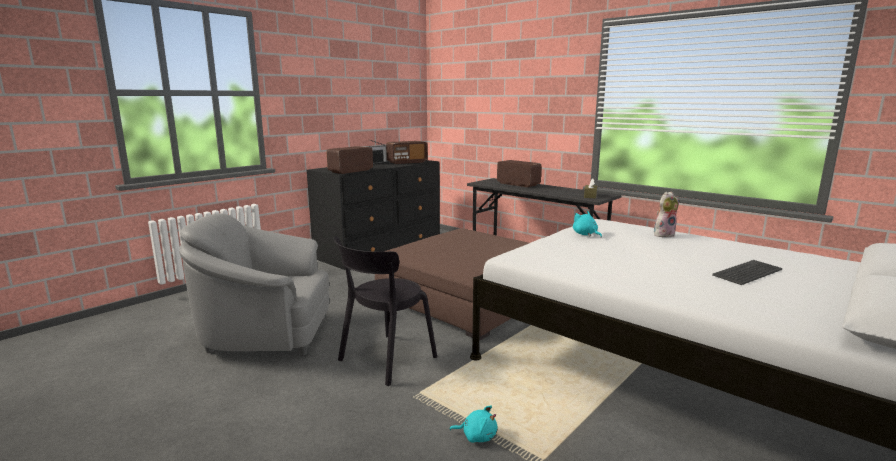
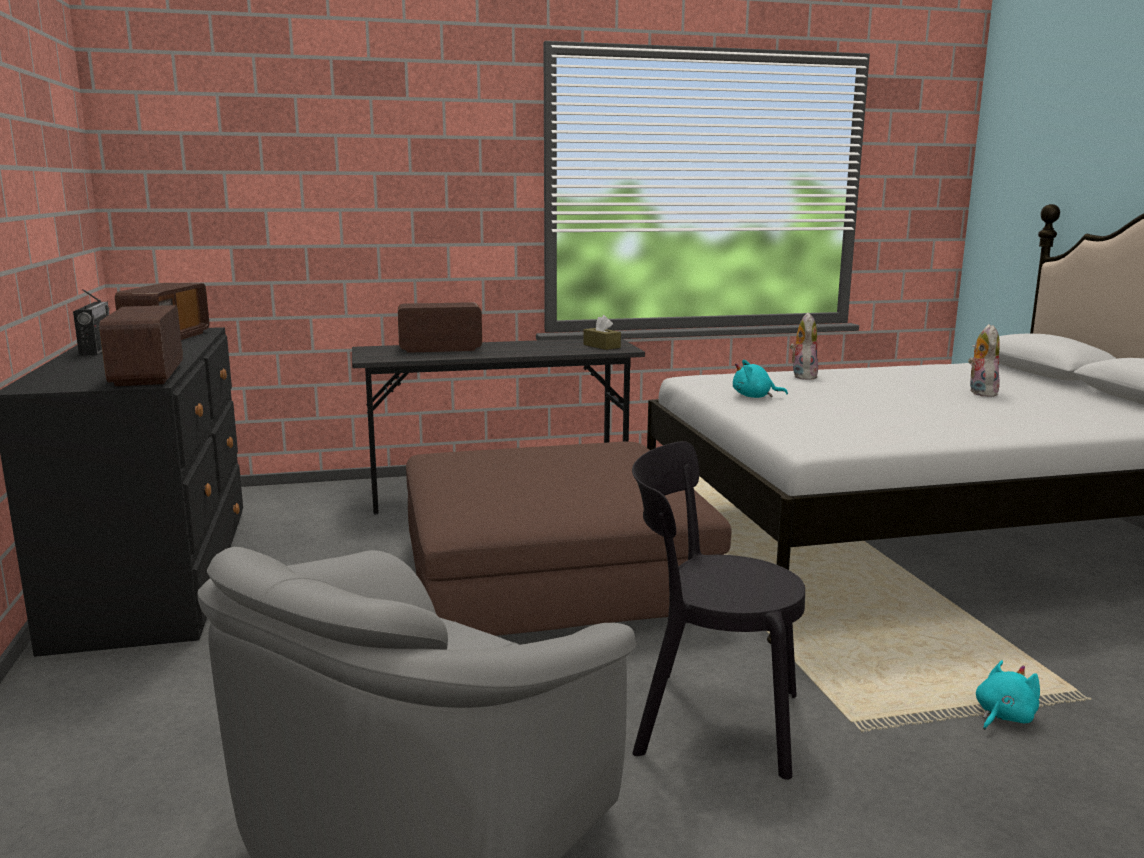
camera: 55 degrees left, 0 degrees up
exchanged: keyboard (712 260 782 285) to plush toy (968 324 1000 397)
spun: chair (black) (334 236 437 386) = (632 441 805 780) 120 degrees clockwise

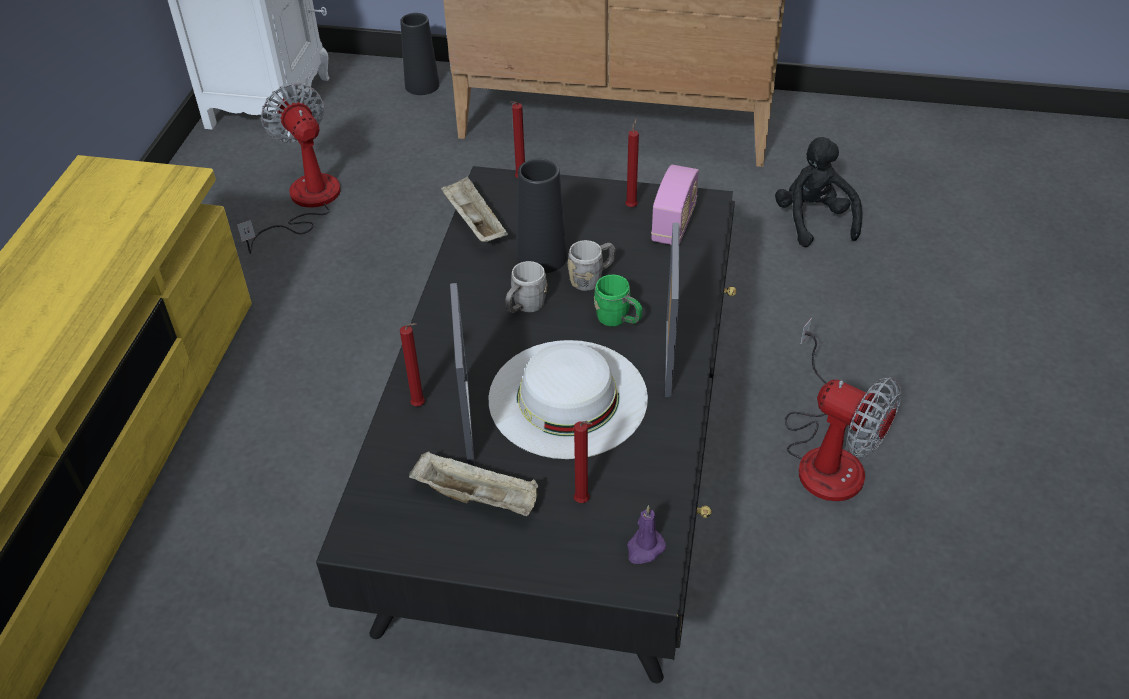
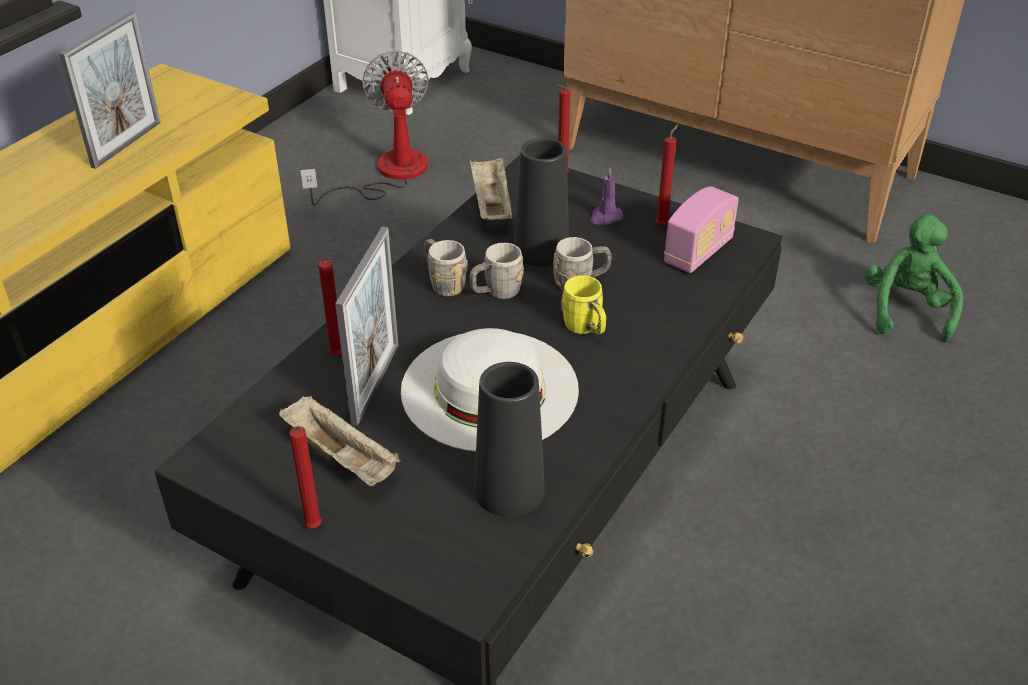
camera: 20 degrees right, 5 degrees down
missing: fan (785 318 901 501)
appeared: mug (grey) (424 239 468 296)
relocated: picture frame (665 223 679 397) to (59 12 161 169); candle (red) (574 421 592 503) to (289 426 322 528); vase (black) (400 13 440 95) to (474 362 545 517); candle (purple) (627 505 666 564) to (589 168 623 225)
colour: mug (green) (594 275 642 327) to mug (yellow) (561 275 606 334); plush toy (black) (775 137 862 247) to plush toy (green) (865 215 963 342)

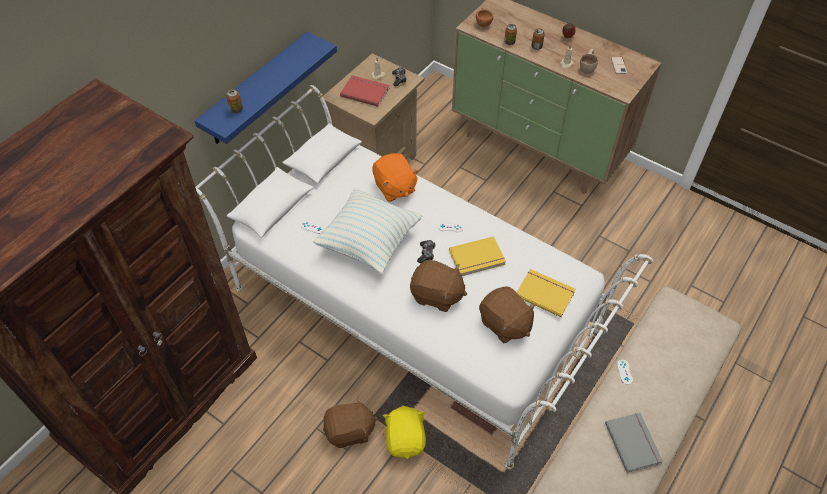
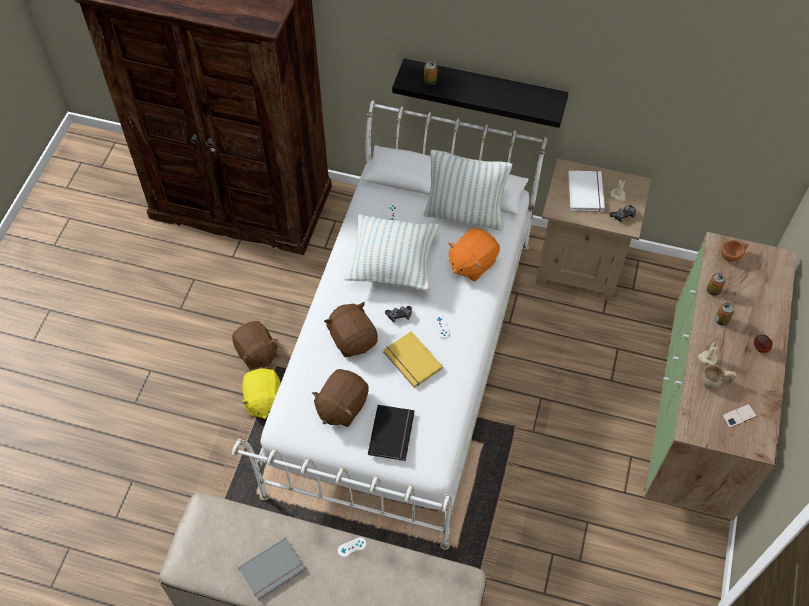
camera: 70 degrees right, 5 degrees up
appeared: pillow (424 150 512 231)
colour: book (yellow) (517 269 575 317) to book (black) (368 405 414 461); shelf (blue) (195 32 337 144) to shelf (black) (392 59 569 128); book (red) (340 75 389 107) to book (white) (568 171 605 212)
spun: plush toy (yellow) (383 405 426 459) = (241 368 280 419) 105 degrees clockwise; plush toy (brown) (410 260 467 312) = (324 302 378 358) 150 degrees clockwise

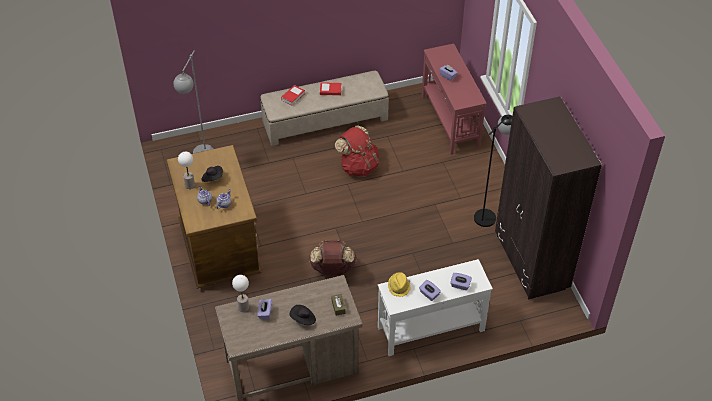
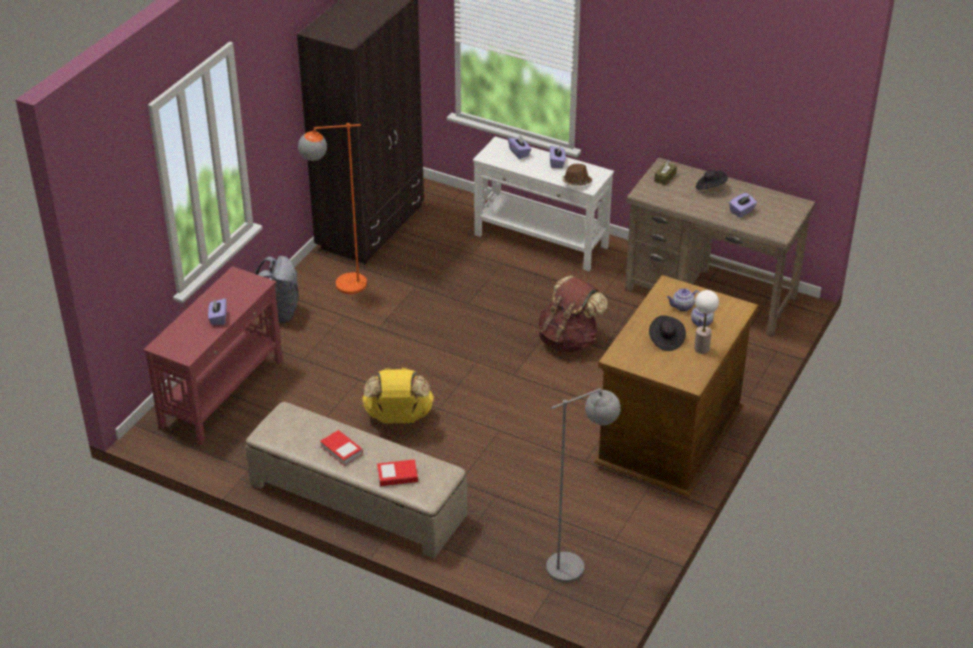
camera: 135 degrees left, 10 degrees down
missing: table lamp (232 275 249 312)
appeared: backpack (grey) (255 256 299 323)
colour: floor lamp (black) (474 114 513 227) to floor lamp (orange) (298 123 367 294); backpack (red) (335 125 379 176) to backpack (yellow) (362 367 434 424); hat (yellow) (388 272 410 297) to hat (brown) (562 164 592 186)

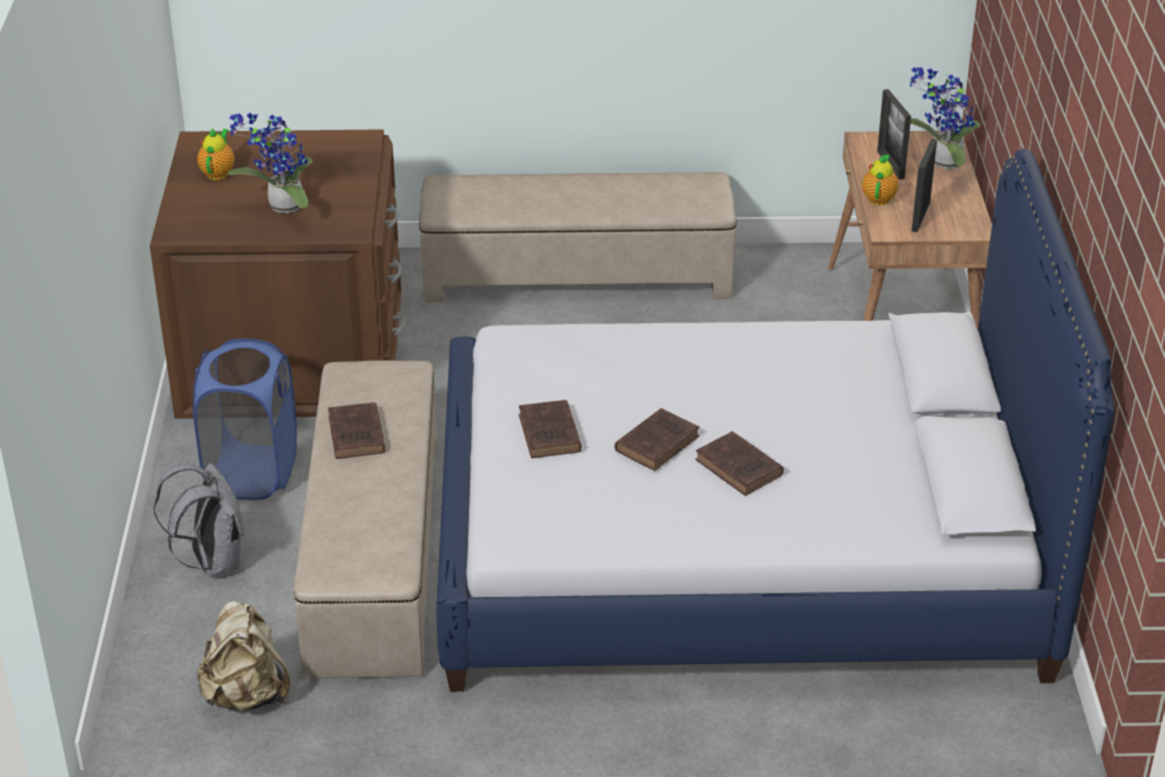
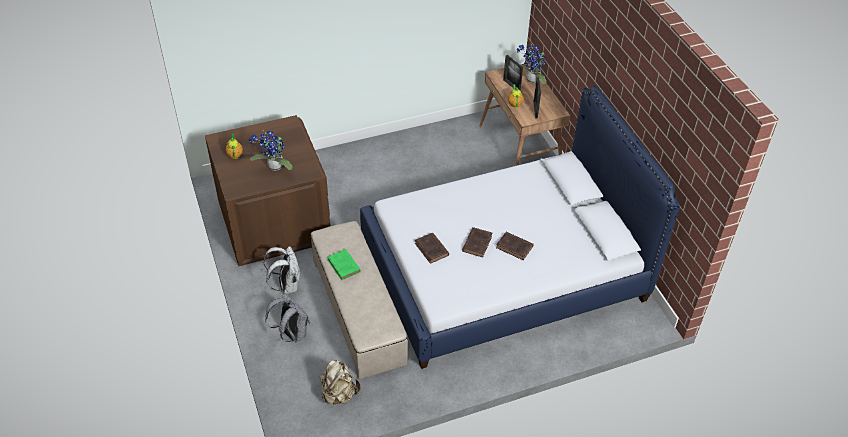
camera: 20 degrees left, 10 degrees up
missing: bench (beige) (419 172 737 302)
exchanged: laundry basket (blue) (193 338 297 500) to backpack (white) (264 246 300 294)
colour: book (brown) (328 402 385 459) to book (green) (328 249 361 280)

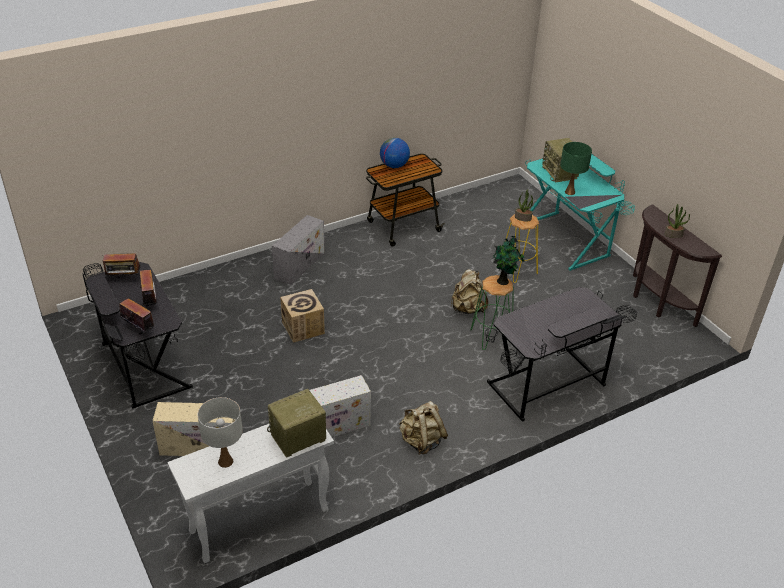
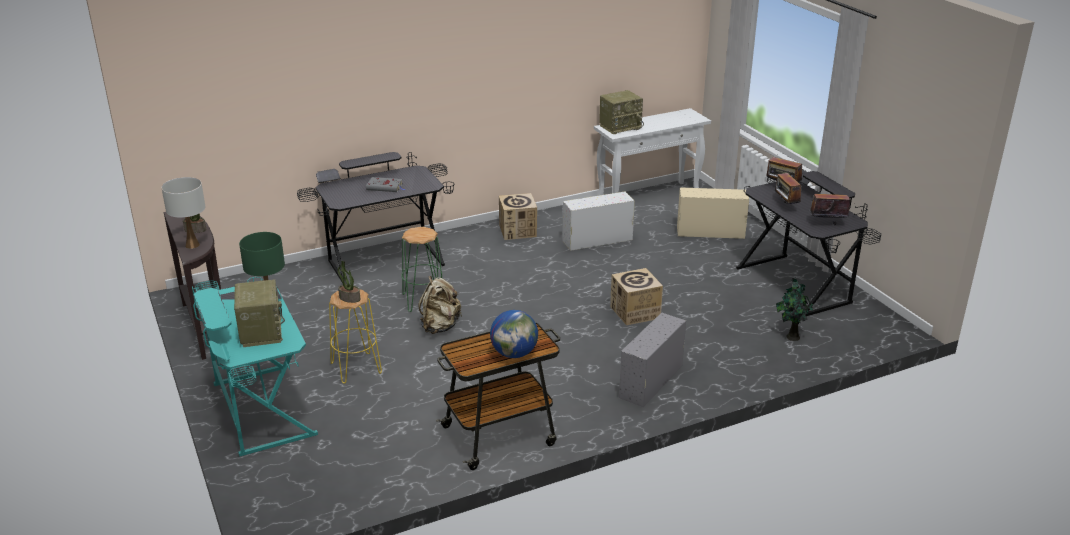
camera: 175 degrees left, 10 degrees down
appeared: book (grey) (366 177 405 192)
relocated: table lamp (white) (198 397 243 468) to (162 177 206 249); potted plant (493 236 524 285) to (776 277 814 341)
exchanged: backpack (beige) (399 401 448 455) to cardboard box (499 193 537 240)

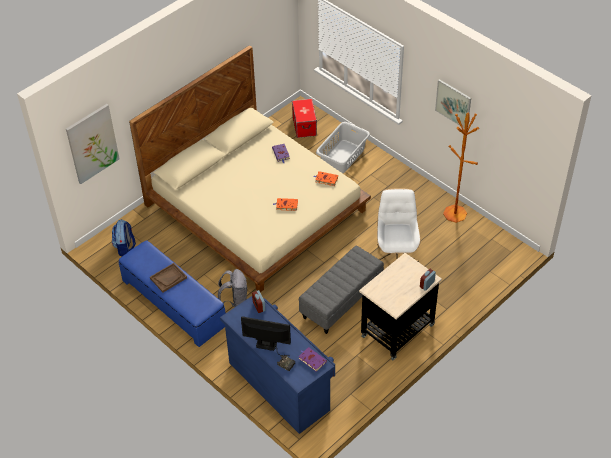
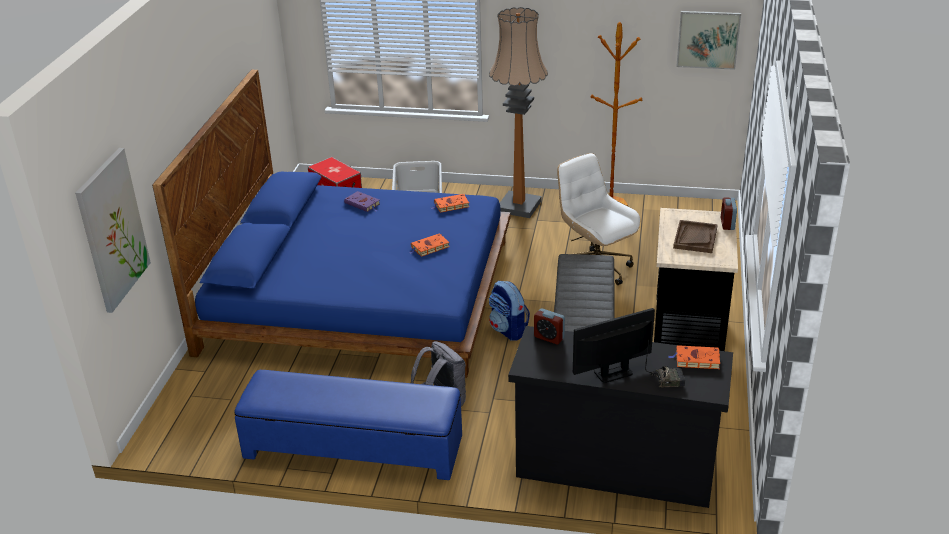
camera: 35 degrees left, 15 degrees down
appeared: floor lamp (489 7 548 218)
relocated: backpack (112 220 136 257) to (489 281 530 341); tray (brown) (150 263 187 292) to (673 220 718 253); picture (435 79 471 128) to (676 11 741 70)
colour: bed (beige) (129 45 371 292) to bed (blue) (152 70 510 378); dresser (blue) (220 296 335 434) to dresser (black) (508 326 733 508); book (purple) (298 347 327 372) to book (orange) (668 345 720 369)

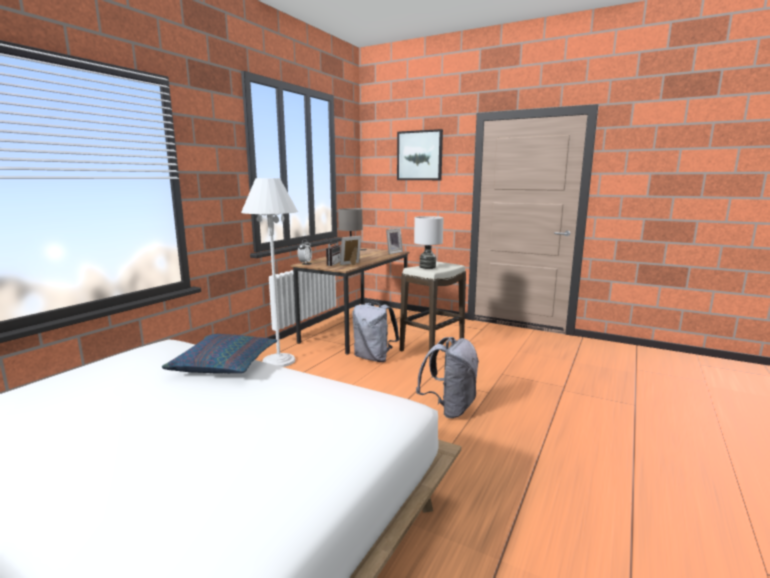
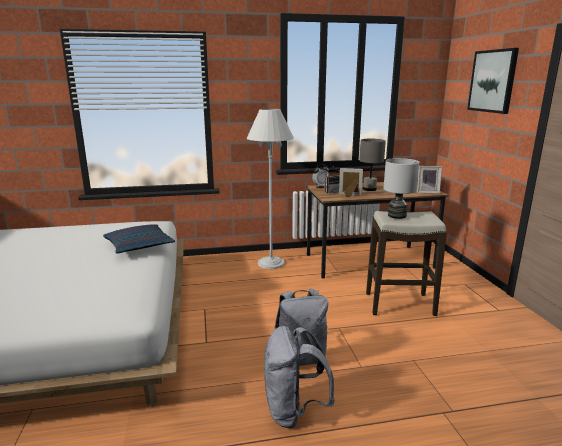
camera: 50 degrees right, 5 degrees up
relocated: backpack (grey) (352 302 400 362) to (264 326 335 428)

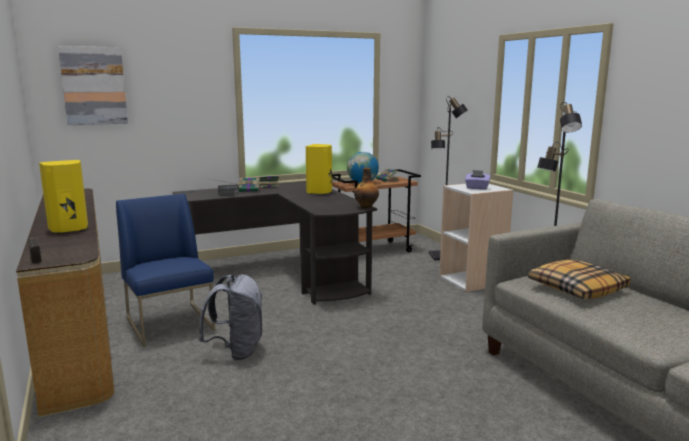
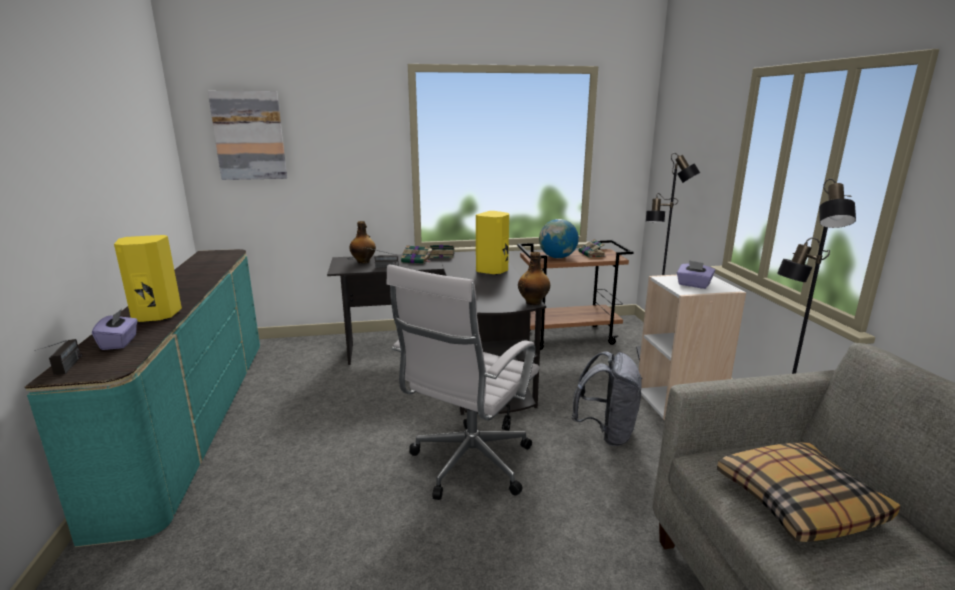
camera: 15 degrees right, 5 degrees up
missing: chair (blue) (116 194 215 347)
appeared: tissue box (purple) (92 309 138 350); bottle (349 221 376 264); office chair (white) (386 264 539 500)
relocated: backpack (grey) (198 274 262 360) to (572 351 643 446)
colour: cabinet (brown) (16 188 114 417) to cabinet (turquoise) (25 249 260 547)

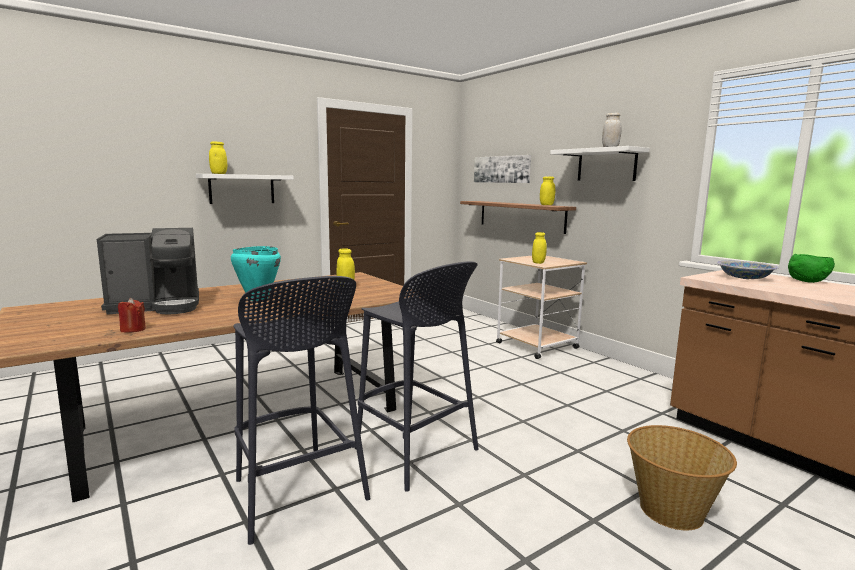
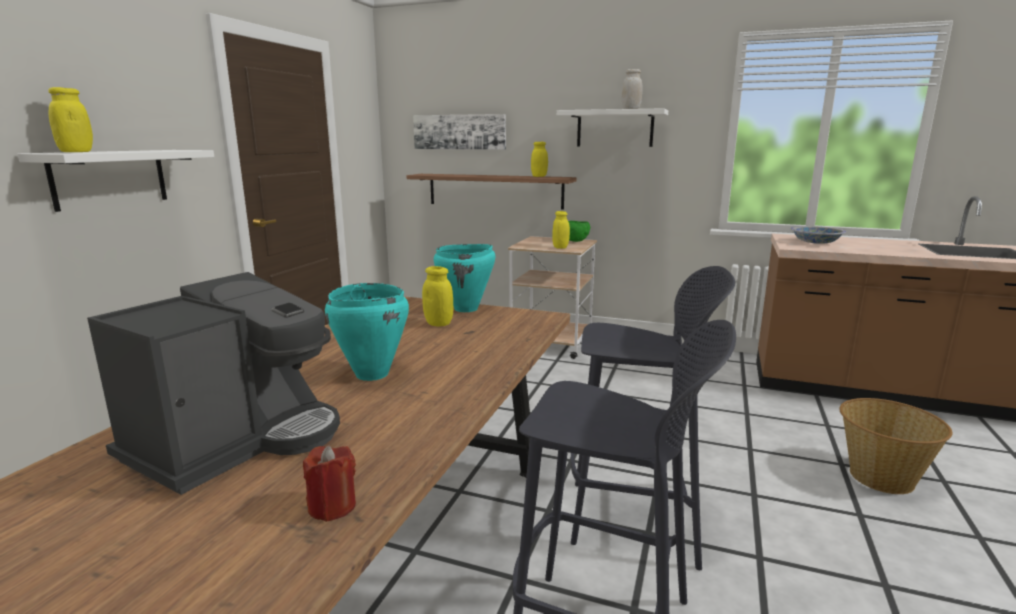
camera: 35 degrees left, 5 degrees up
appeared: cooking pot (turquoise) (434 244 496 312)
relocated: bowl (green) (788 254 835 283) to (568 221 590 242)

